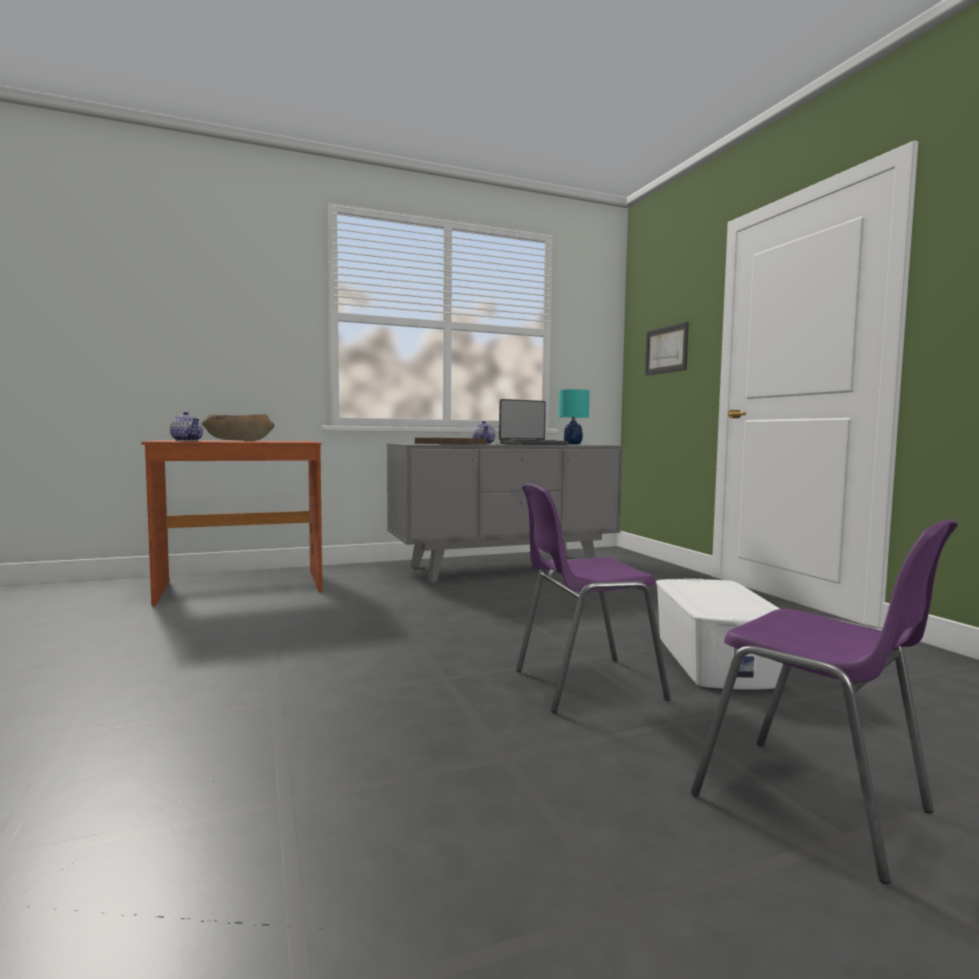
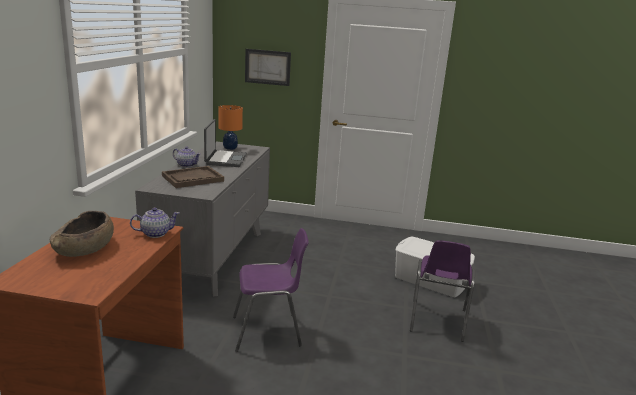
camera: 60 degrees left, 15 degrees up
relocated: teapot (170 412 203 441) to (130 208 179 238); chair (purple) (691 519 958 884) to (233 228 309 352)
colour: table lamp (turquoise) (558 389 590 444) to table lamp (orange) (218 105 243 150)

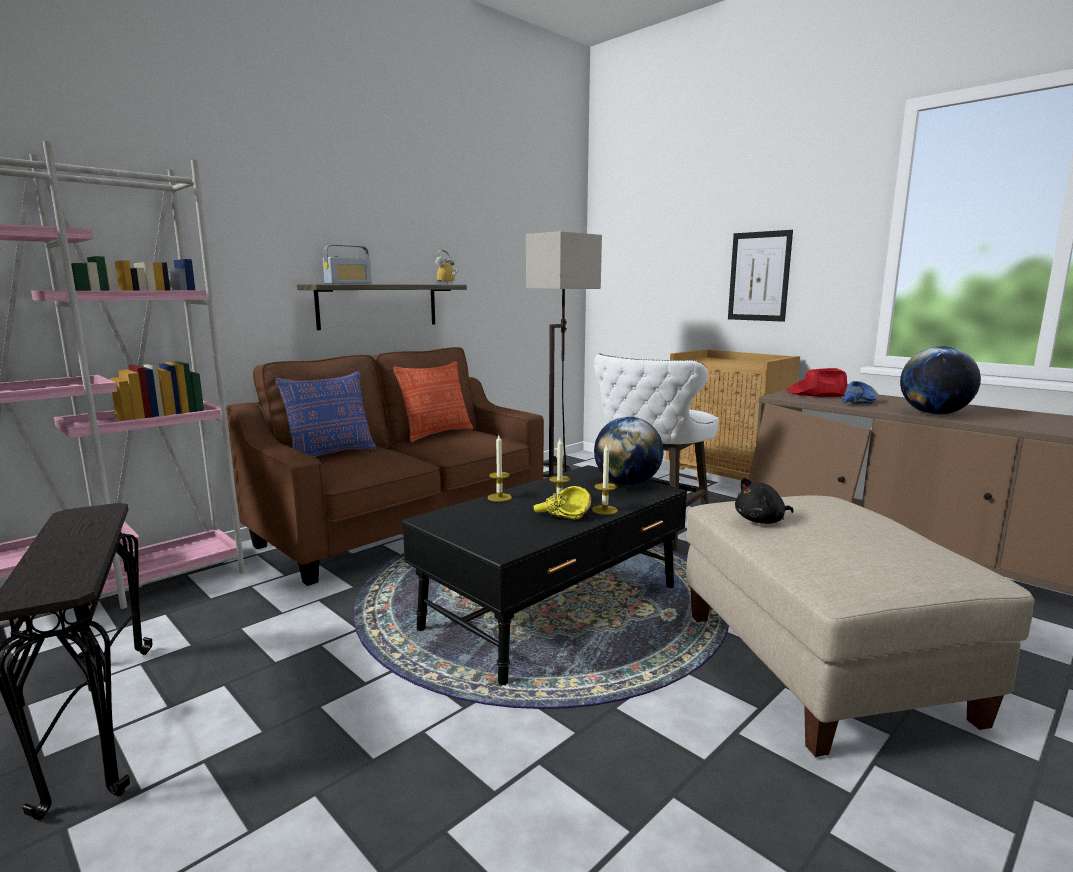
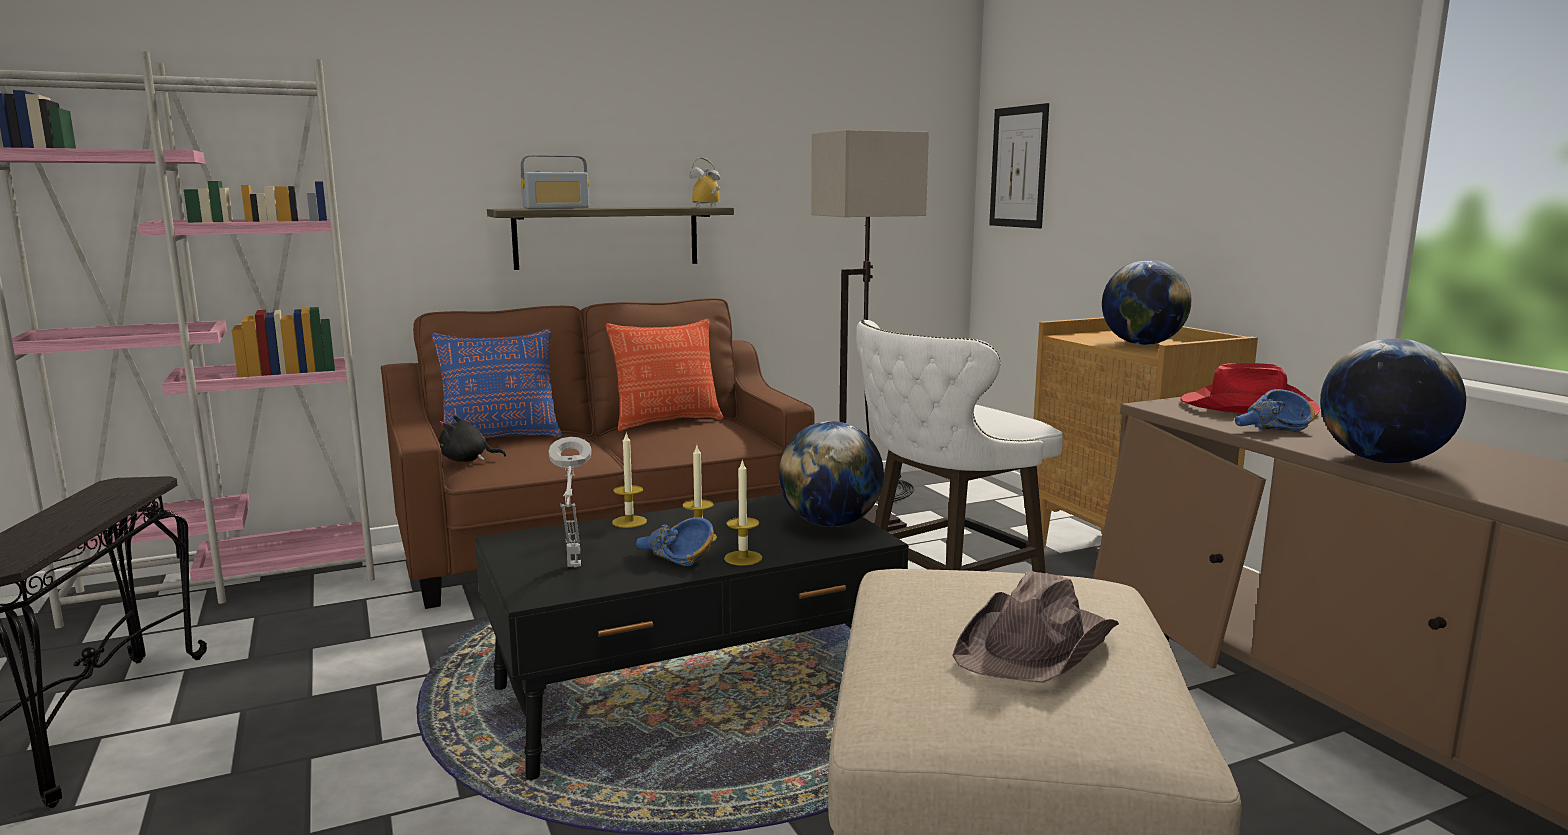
camera: 20 degrees right, 0 degrees up
appeared: table lamp (grey) (548 437 592 567); hat (brown) (952 572 1119 683); globe (1102 260 1191 345)
relocated: plush toy (black) (735 478 794 524) to (439 416 506 462); picture (728 230 793 322) to (989 103 1049 228)
colour: bowl (yellow) (533 486 591 520) to bowl (blue) (636 517 714 566)

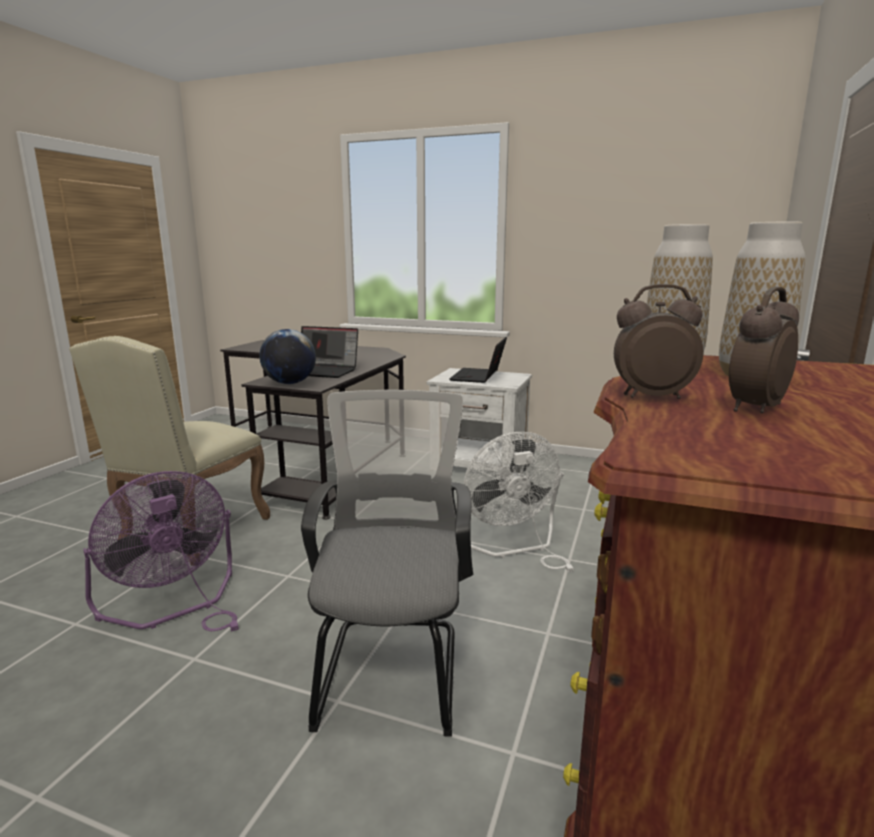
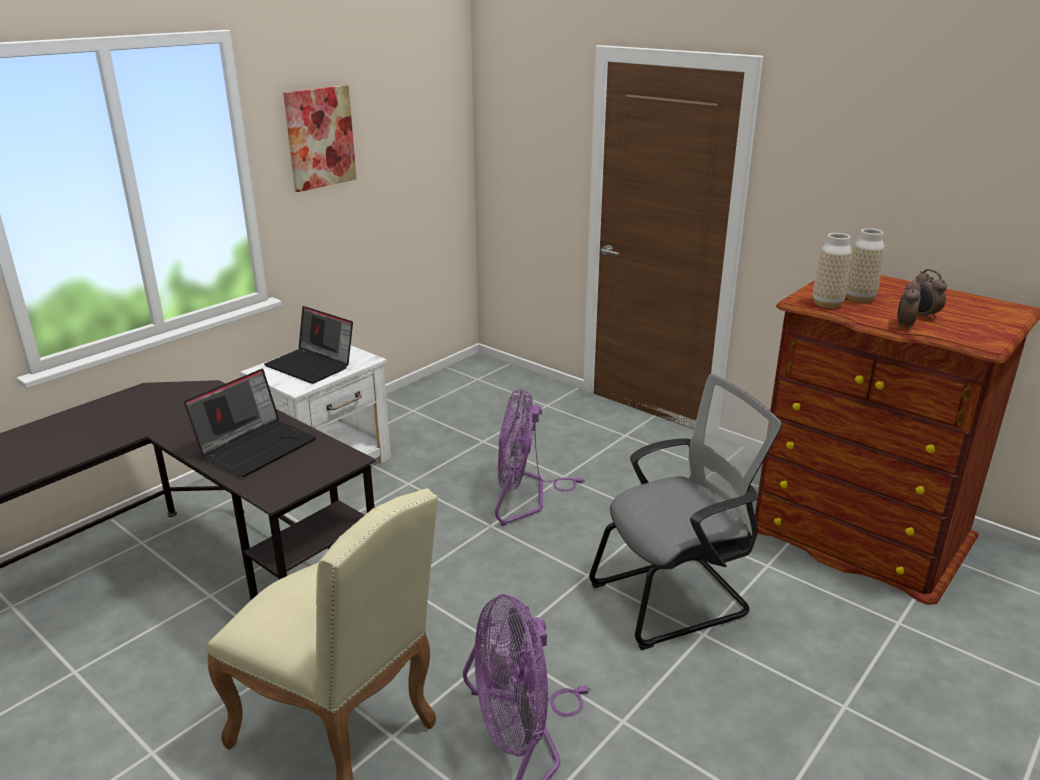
camera: 70 degrees left, 10 degrees up
missing: globe (259 329 316 384)
appeared: picture (283 85 357 192)
colour: fan (white) (456 432 574 572) to fan (purple) (495 389 585 527)
spun: chair (301 390 474 737) = (589 374 782 651) 135 degrees clockwise

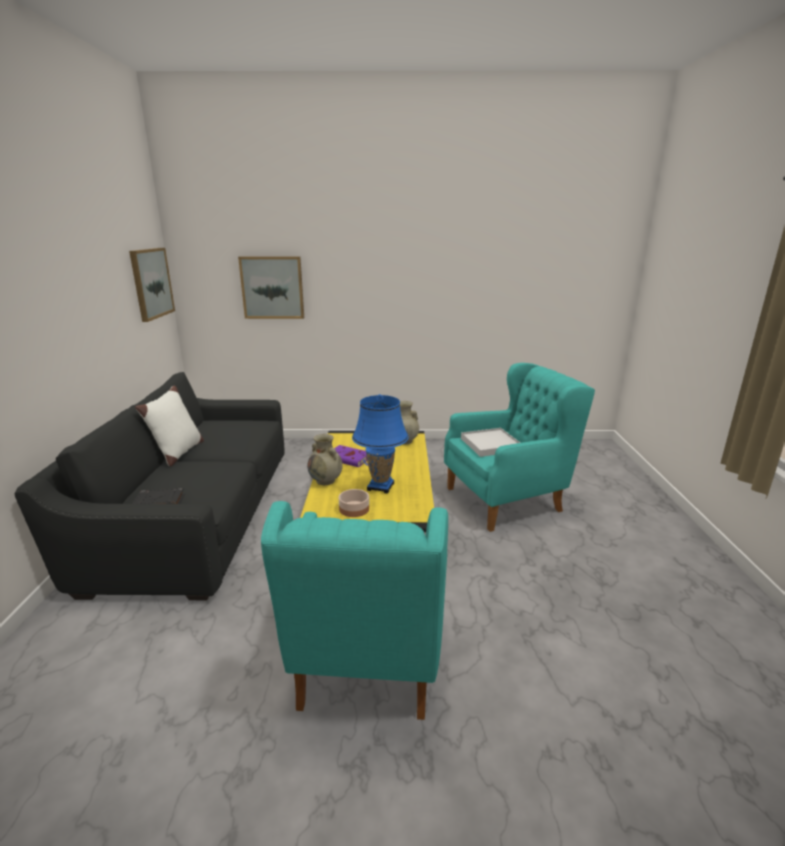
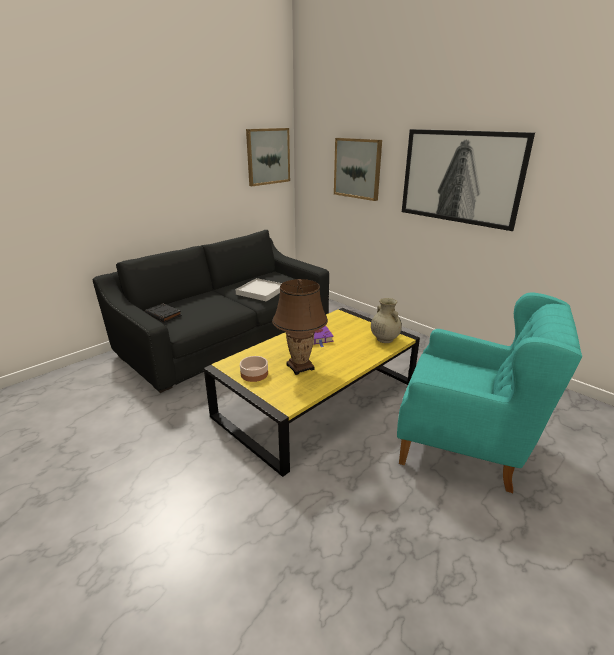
camera: 45 degrees right, 5 degrees up
missing: pillow (white) (135 386 204 466); armchair (turquoise) (261 501 448 720); vase (beige) (307 434 343 485)
appeared: picture (402 129 535 231)
relocated: tray (white) (461 428 520 457) to (235 278 282 301)
colour: table lamp (blue) (352 394 409 494) to table lamp (brown) (272 279 328 375)

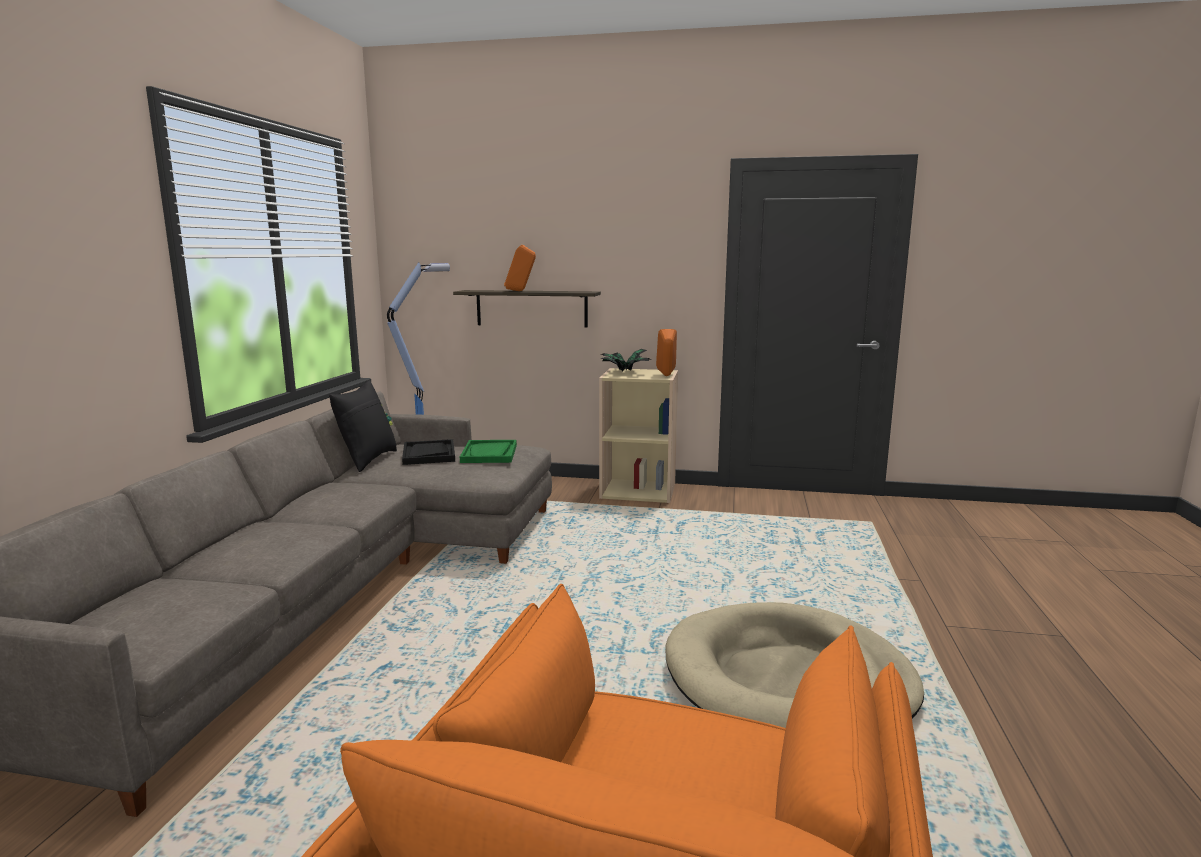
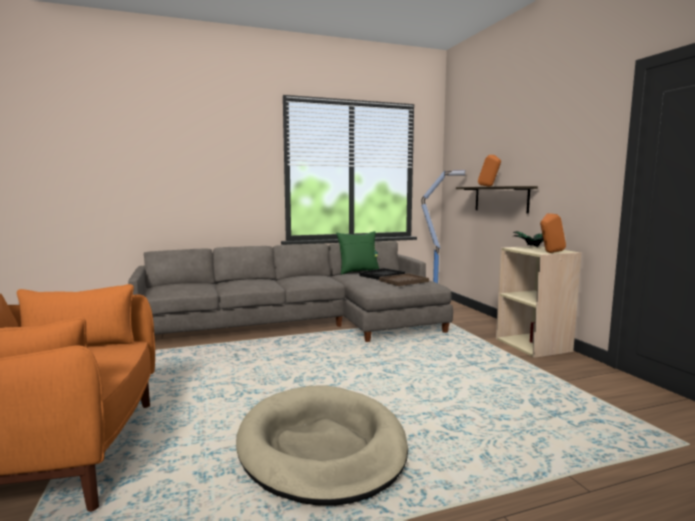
camera: 60 degrees right, 5 degrees down
colour: pillow (black) (329 380 397 472) to pillow (green) (336 231 379 275); tray (green) (460 440 517 463) to tray (brown) (379 273 429 286)

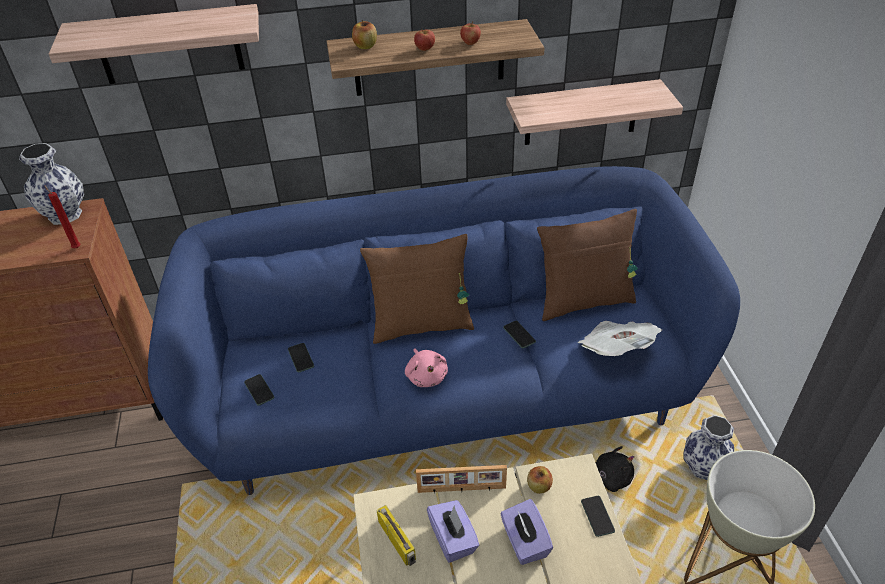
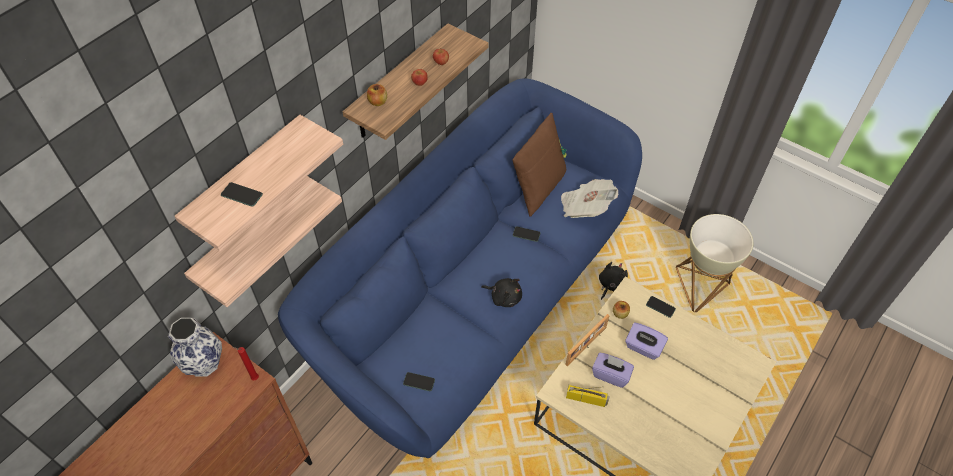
camera: 45 degrees left, 10 degrees up
missing: pillow (brown) (360 234 474 344); vase (684 415 734 480)
relocated: shelf (506 79 683 145) to (184 176 342 307); phone (288 343 314 372) to (221 182 263 207)
colour: plush toy (pink) (405 348 448 387) to plush toy (black) (481 278 522 307)

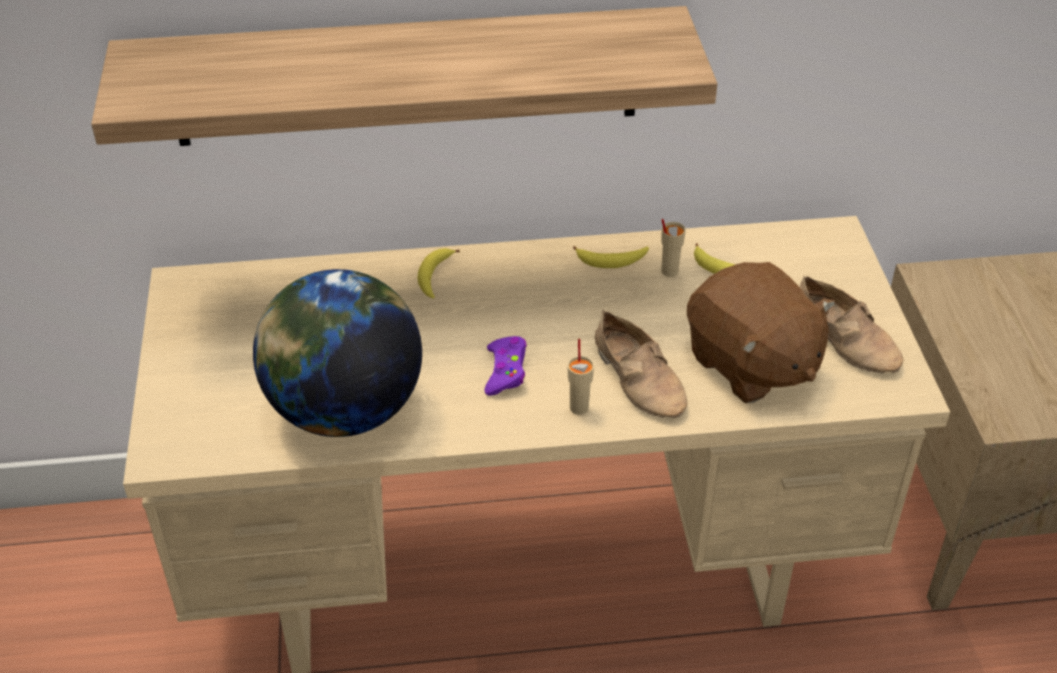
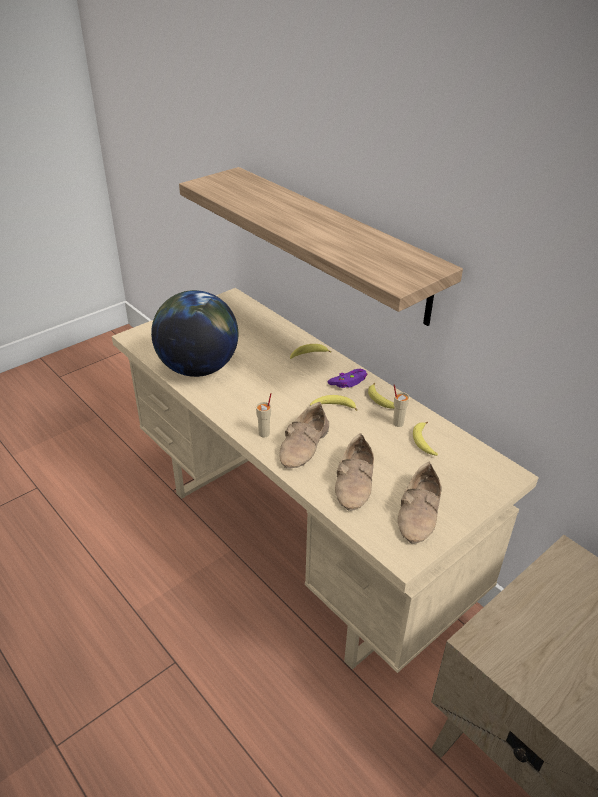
camera: 55 degrees right, 5 degrees down
appeared: banana (310 395 357 411)
relocated: game controller (purple) (484 336 527 396) to (327 369 367 388)
exchanged: plush toy (brown) (687 262 836 403) to shoe (beige) (335 433 374 511)

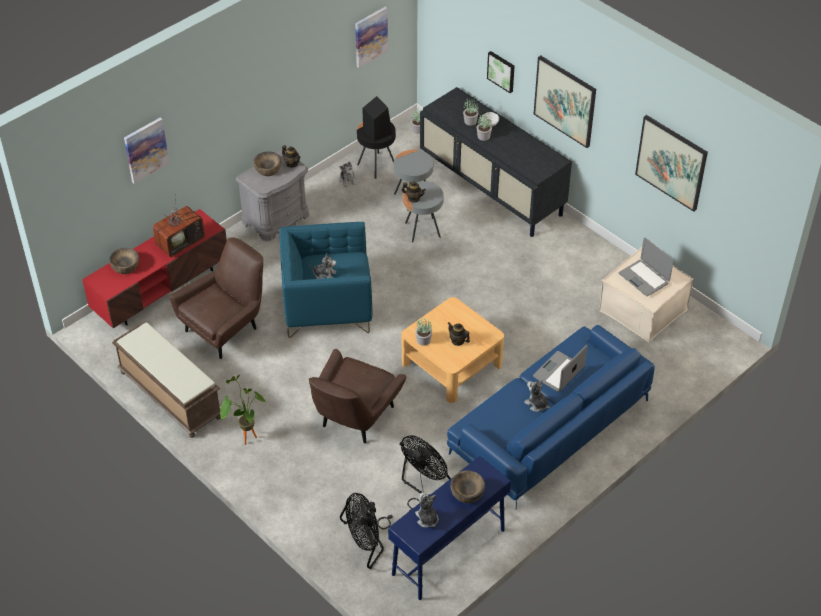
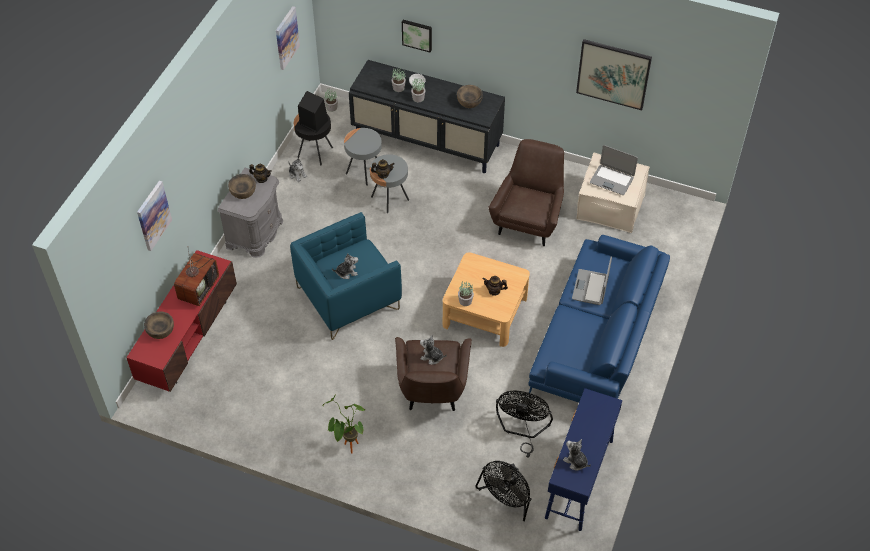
camera: 25 degrees left, 5 degrees up
missing: bench (brown) (112 322 221 438); picture (534 56 596 148)
relocated: plush toy (524 379 551 412) to (420 335 447 364); bowl (brown) (451 471 485 503) to (457 85 483 108); armchair (brown) (169 237 263 359) to (488 139 564 246)

